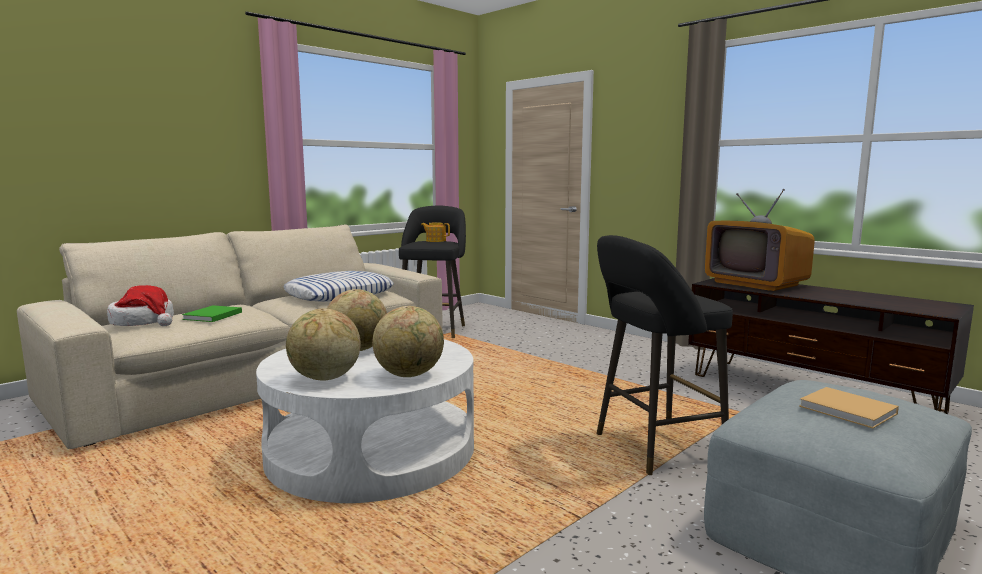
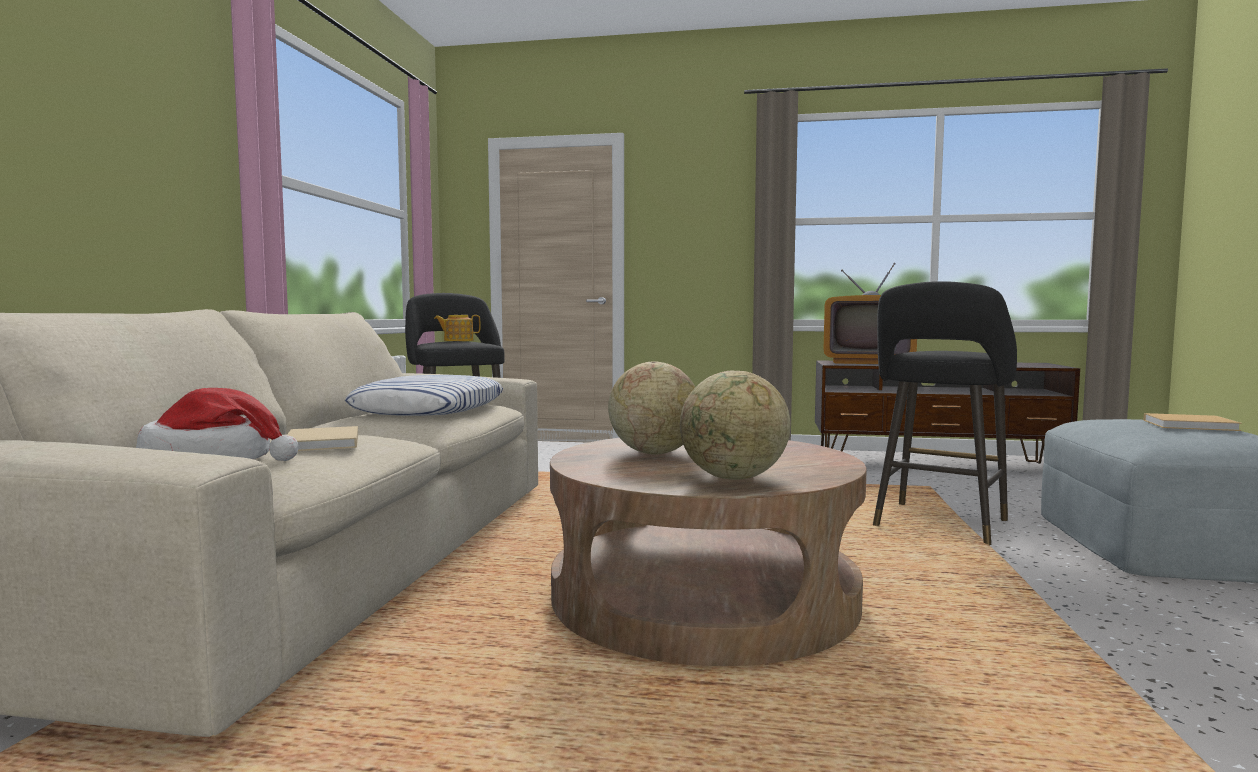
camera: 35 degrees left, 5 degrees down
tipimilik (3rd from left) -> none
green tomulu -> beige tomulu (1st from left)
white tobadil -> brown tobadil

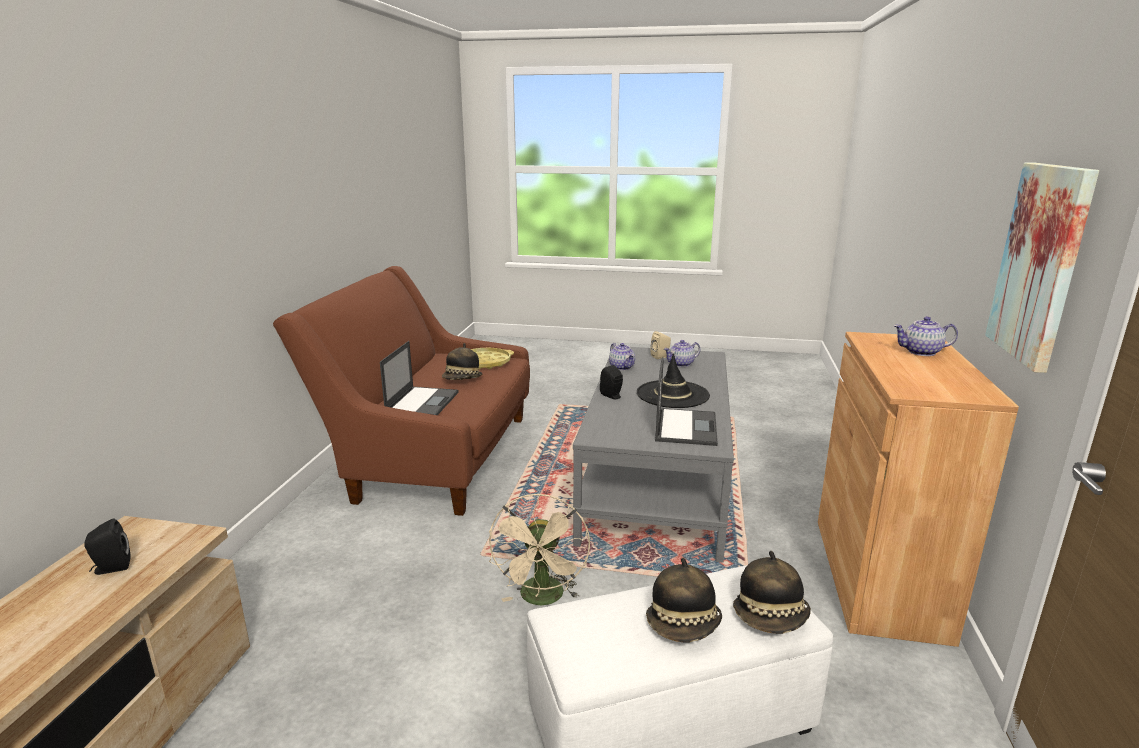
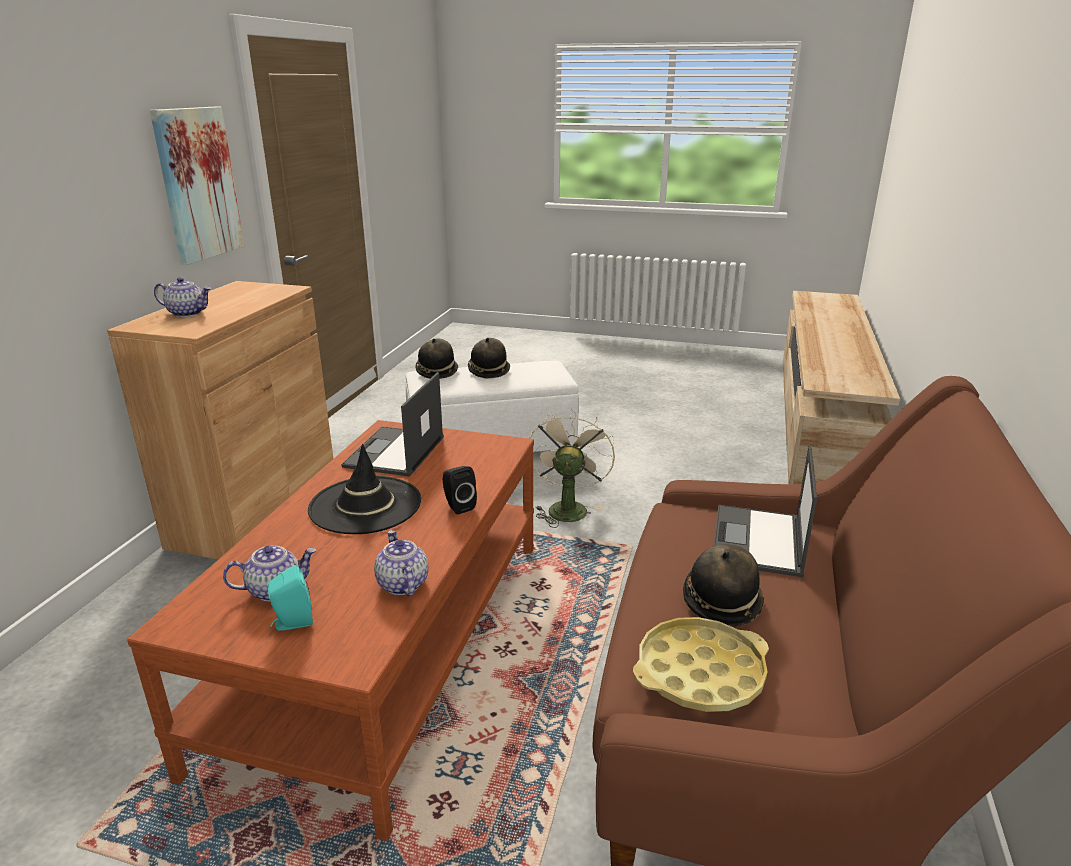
camera: 175 degrees left, 5 degrees up
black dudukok (1st from left) -> none
grey tobadil -> brown tobadil
beige dudukok -> turquoise dudukok

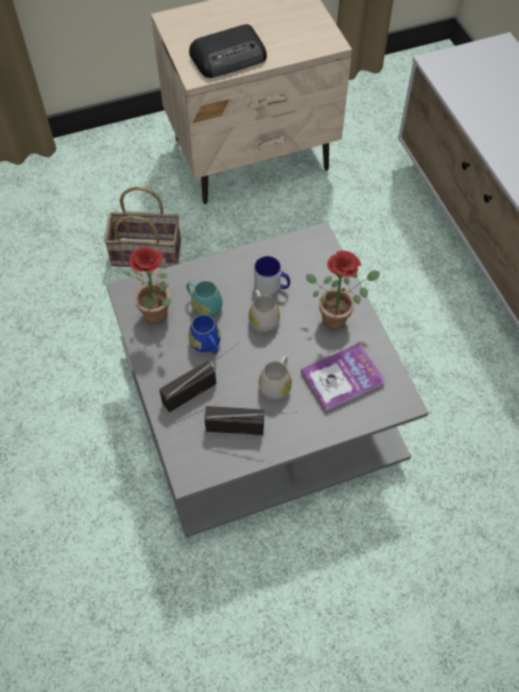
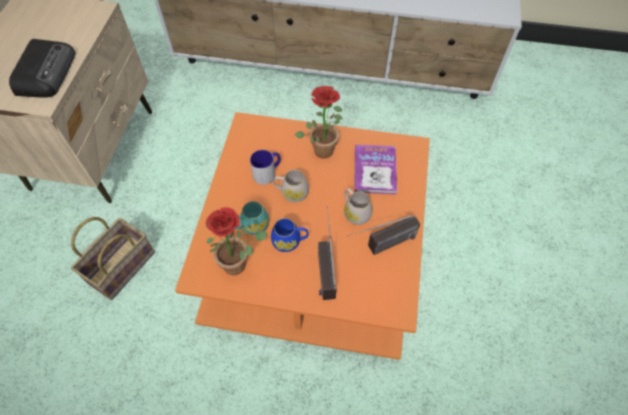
camera: 60 degrees left, 0 degrees up
grey tobadil -> orange tobadil
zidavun (3rd from left), 150 degrees counterclockwise

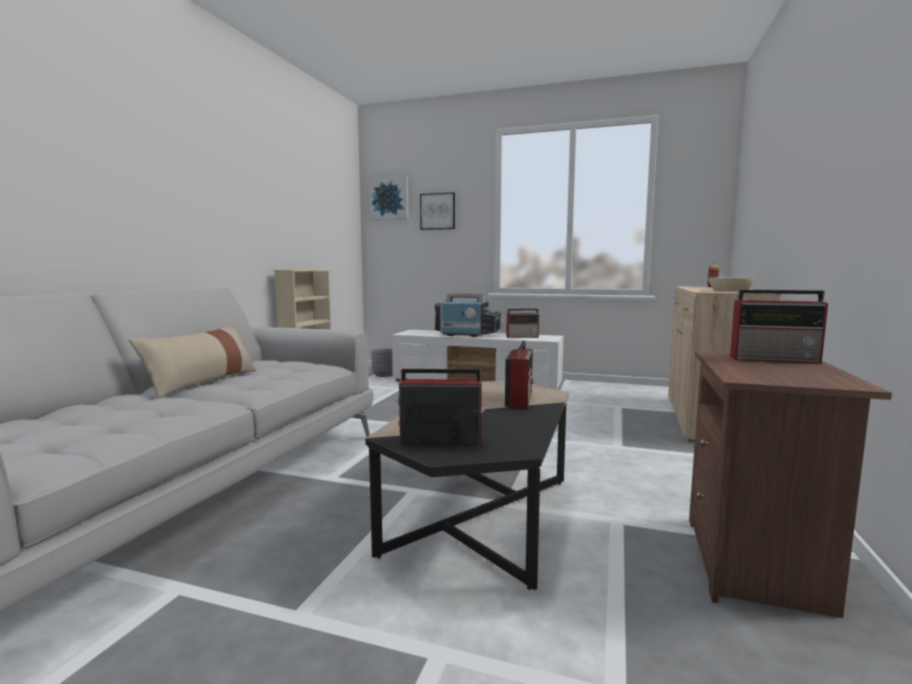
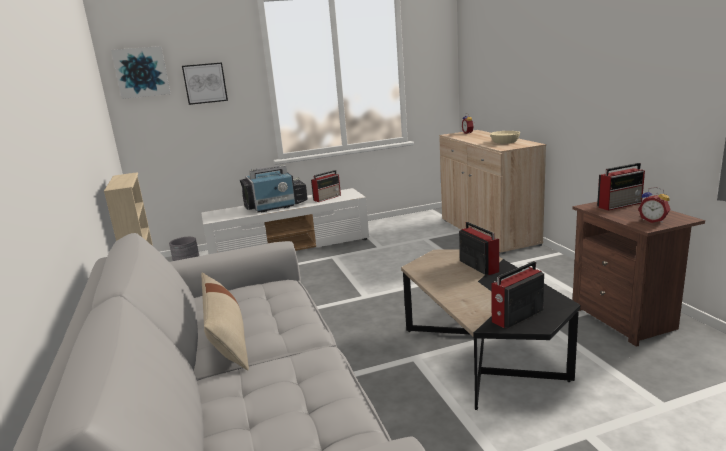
camera: 35 degrees left, 10 degrees up
none -> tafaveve (2nd from left)

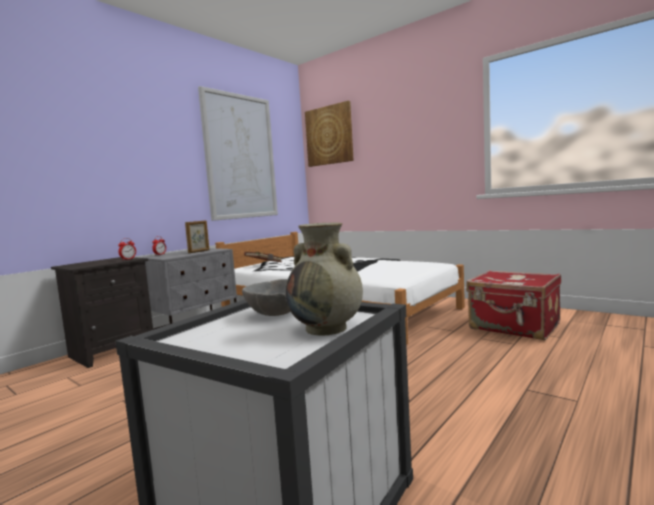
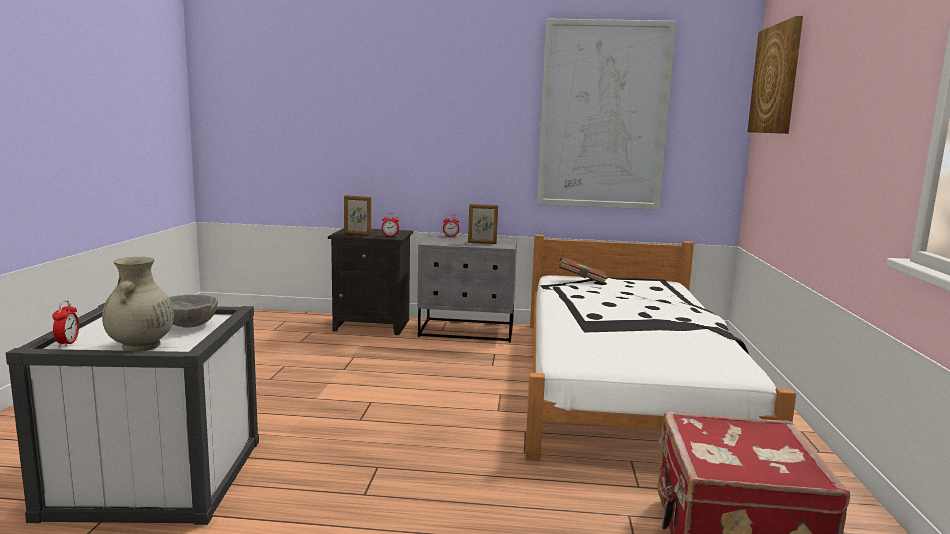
camera: 55 degrees right, 5 degrees up
none -> tafaveve (1st from left)
none -> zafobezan (1st from left)

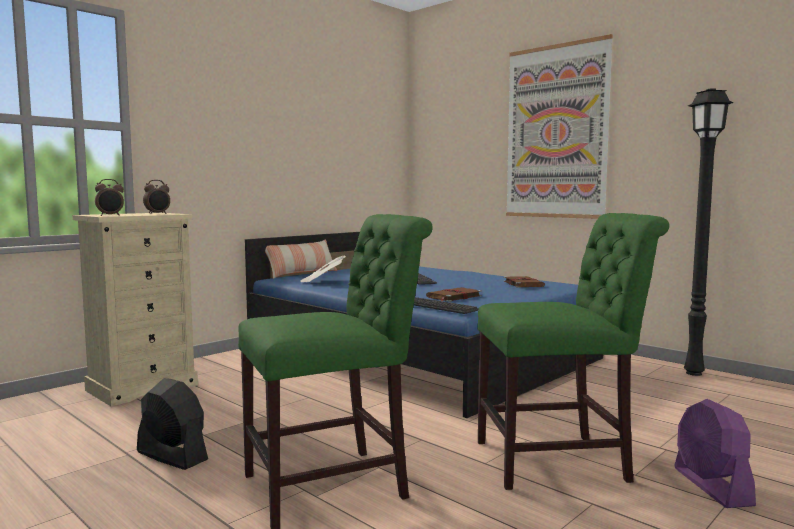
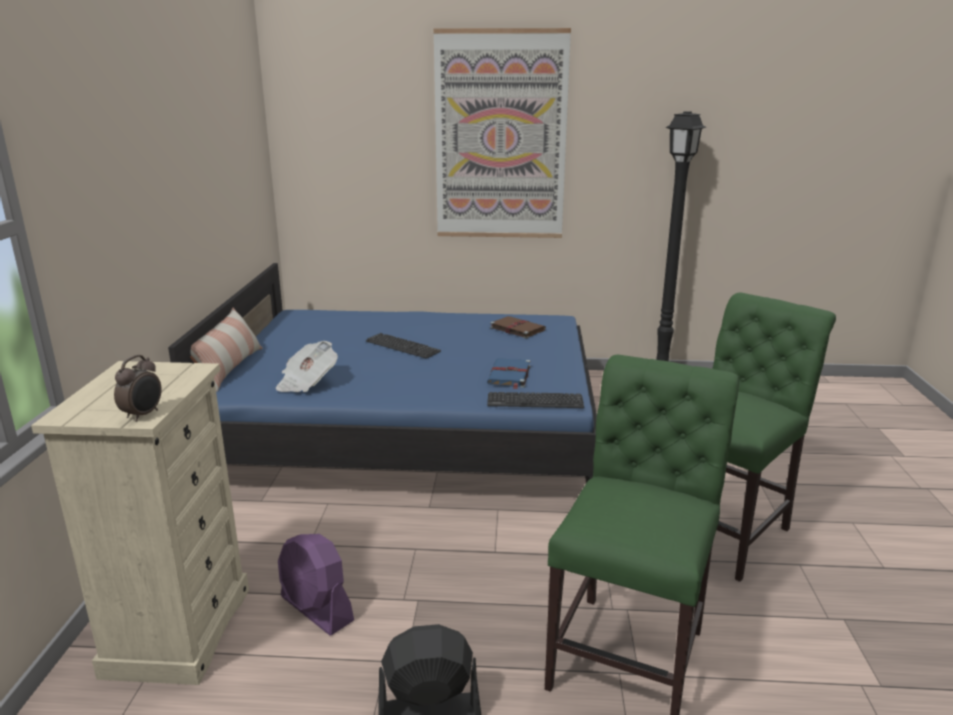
camera: 40 degrees left, 15 degrees up
tafaveve (2nd from left) -> none
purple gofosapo, move
brown tomulu (1st from left) -> blue tomulu

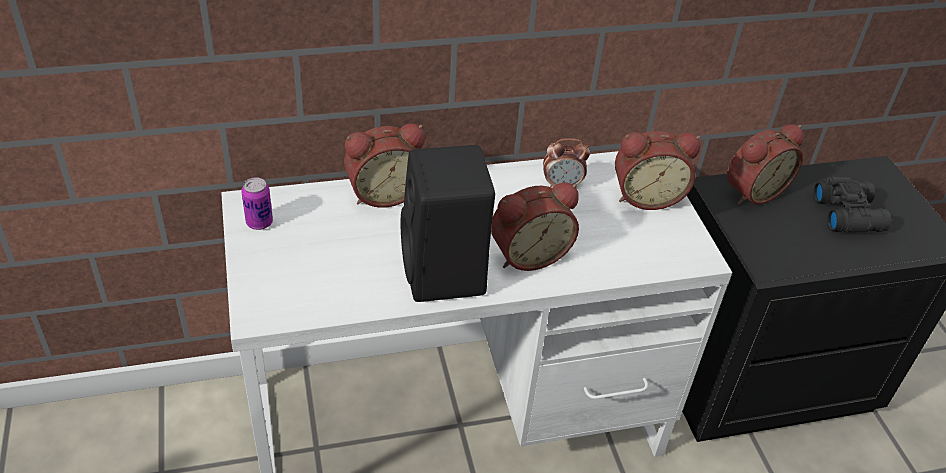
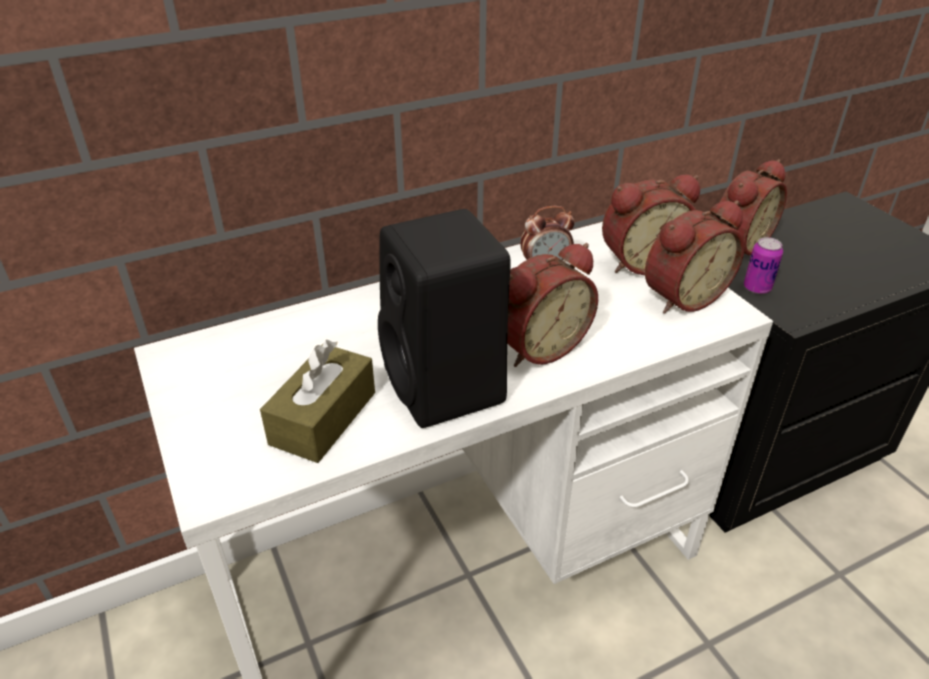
camera: 10 degrees left, 5 degrees down
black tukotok -> none
none -> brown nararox
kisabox, move
tafaveve (1st from left in the first image) -> tafaveve (4th from left), move

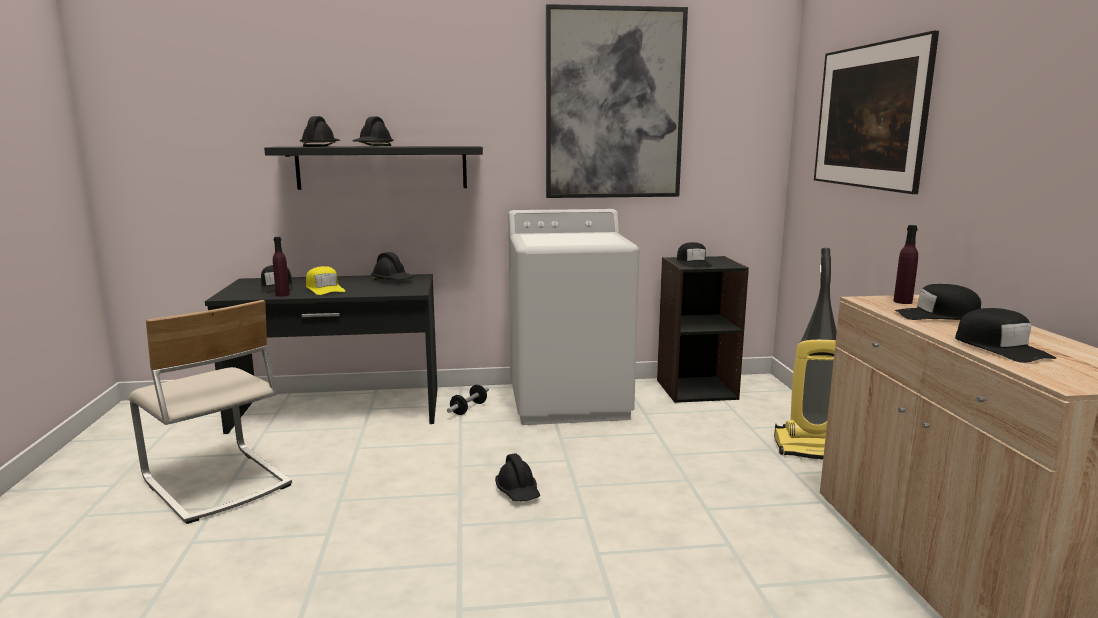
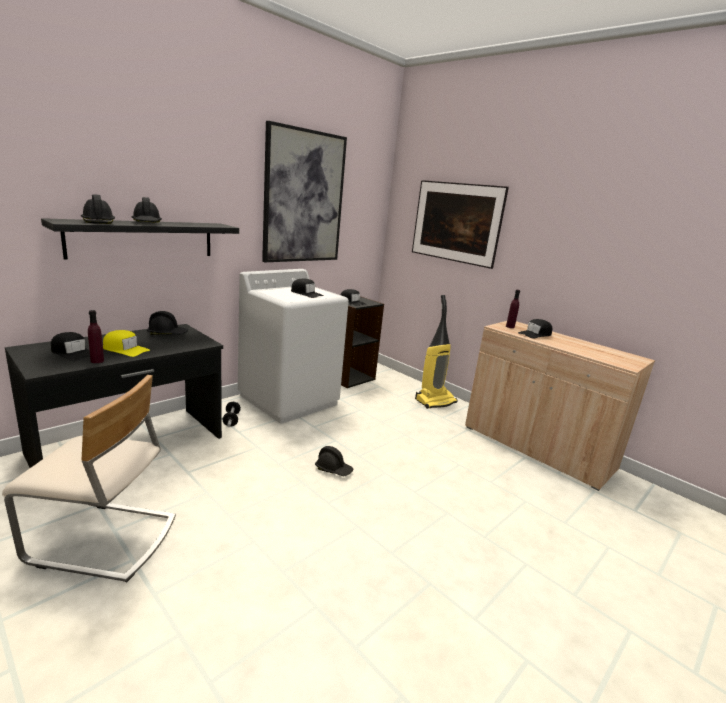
camera: 40 degrees left, 5 degrees up
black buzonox (4th from left in the first image) -> black buzonox (2nd from left), move

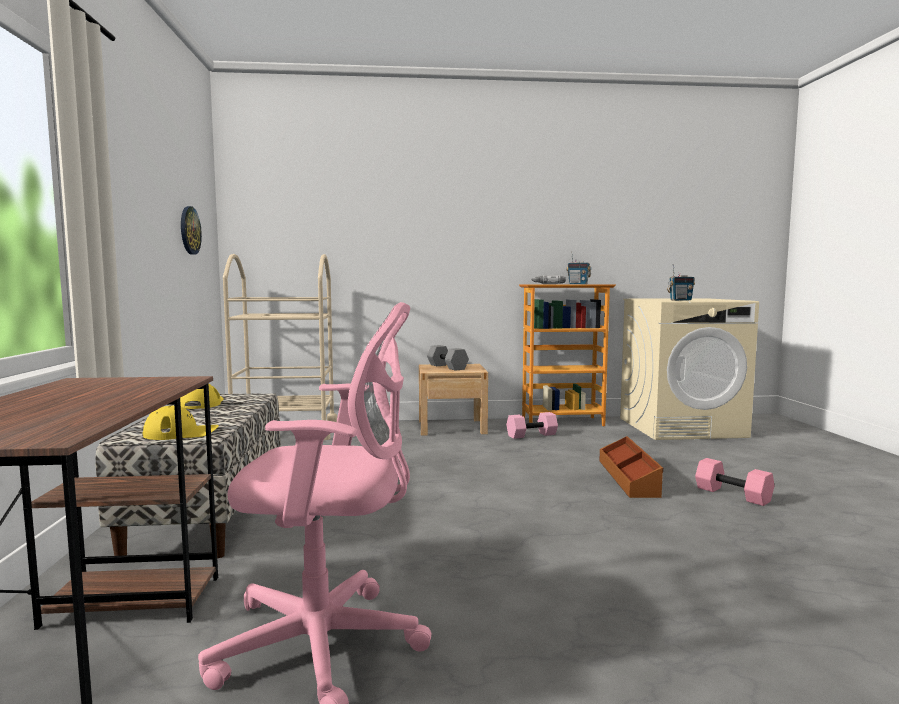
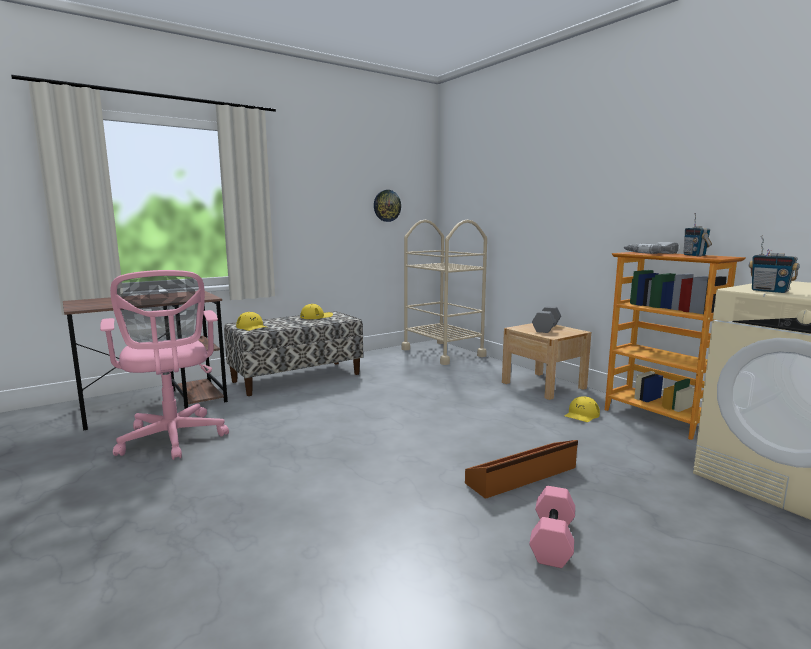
camera: 60 degrees right, 5 degrees up
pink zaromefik (1st from left) -> yellow buzonox (3rd from left)

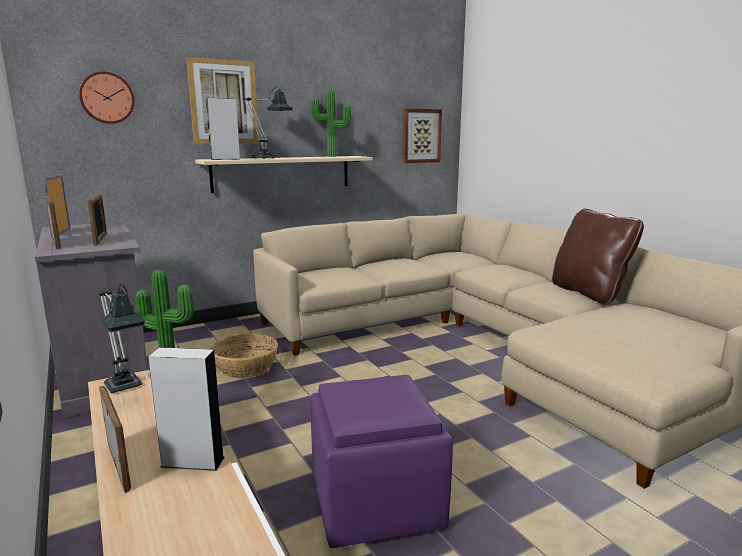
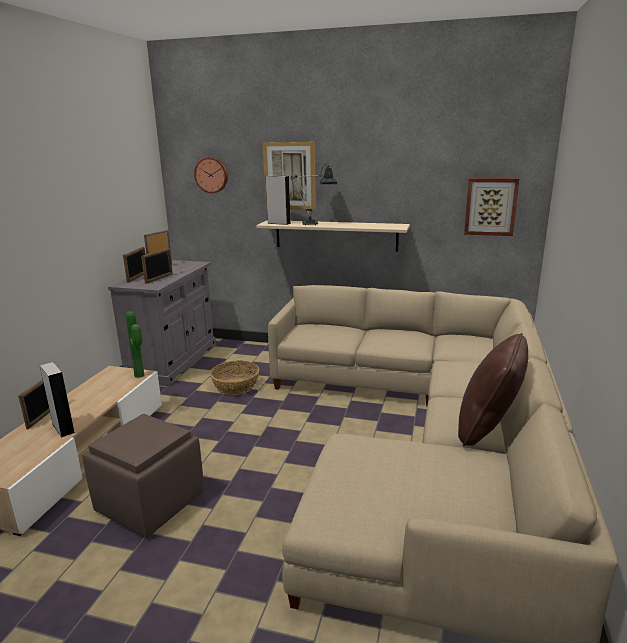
camera: 45 degrees right, 5 degrees up
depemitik (1st from left) -> none
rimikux (2nd from left) -> none
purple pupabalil -> brown pupabalil

